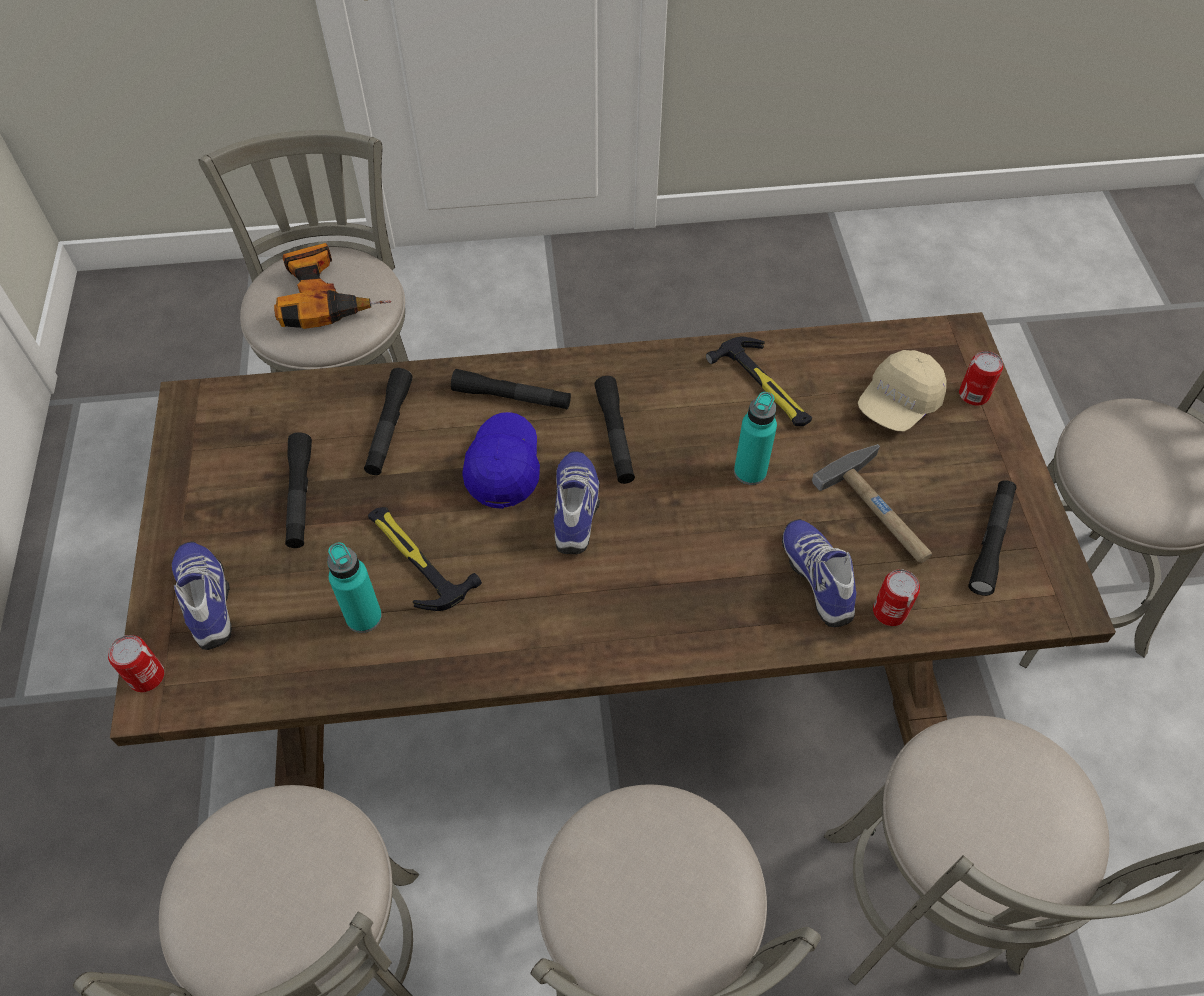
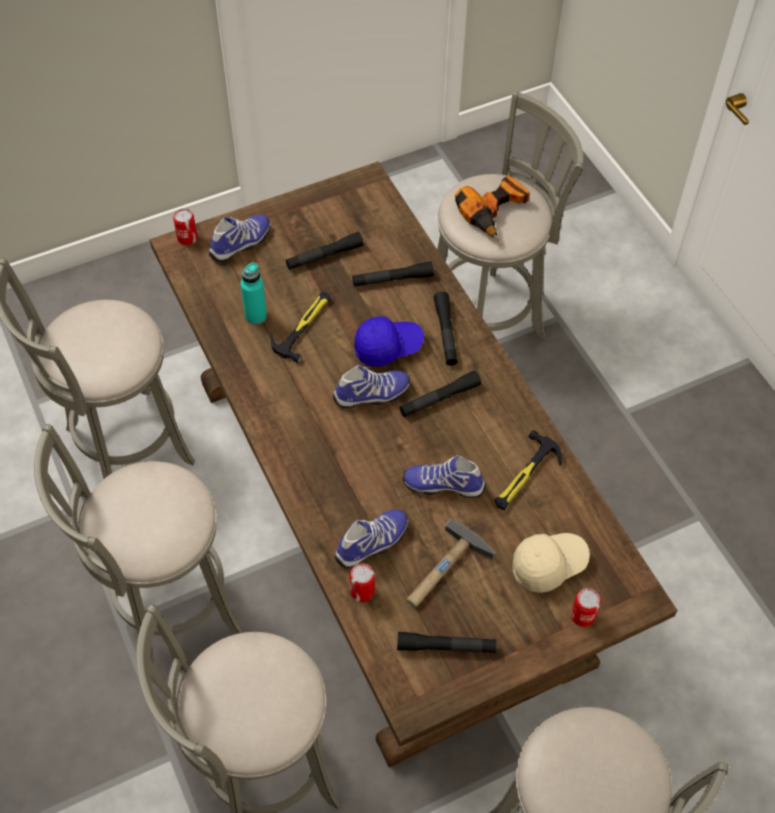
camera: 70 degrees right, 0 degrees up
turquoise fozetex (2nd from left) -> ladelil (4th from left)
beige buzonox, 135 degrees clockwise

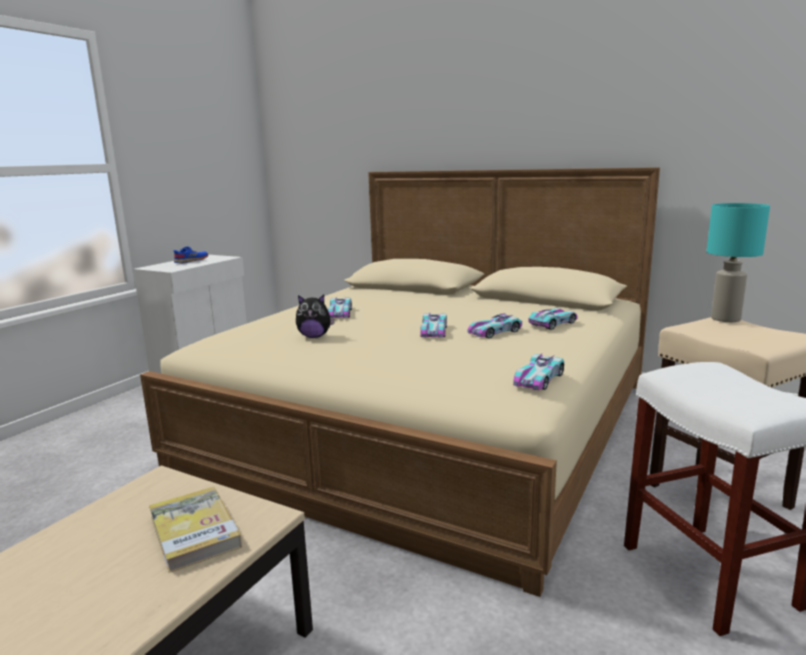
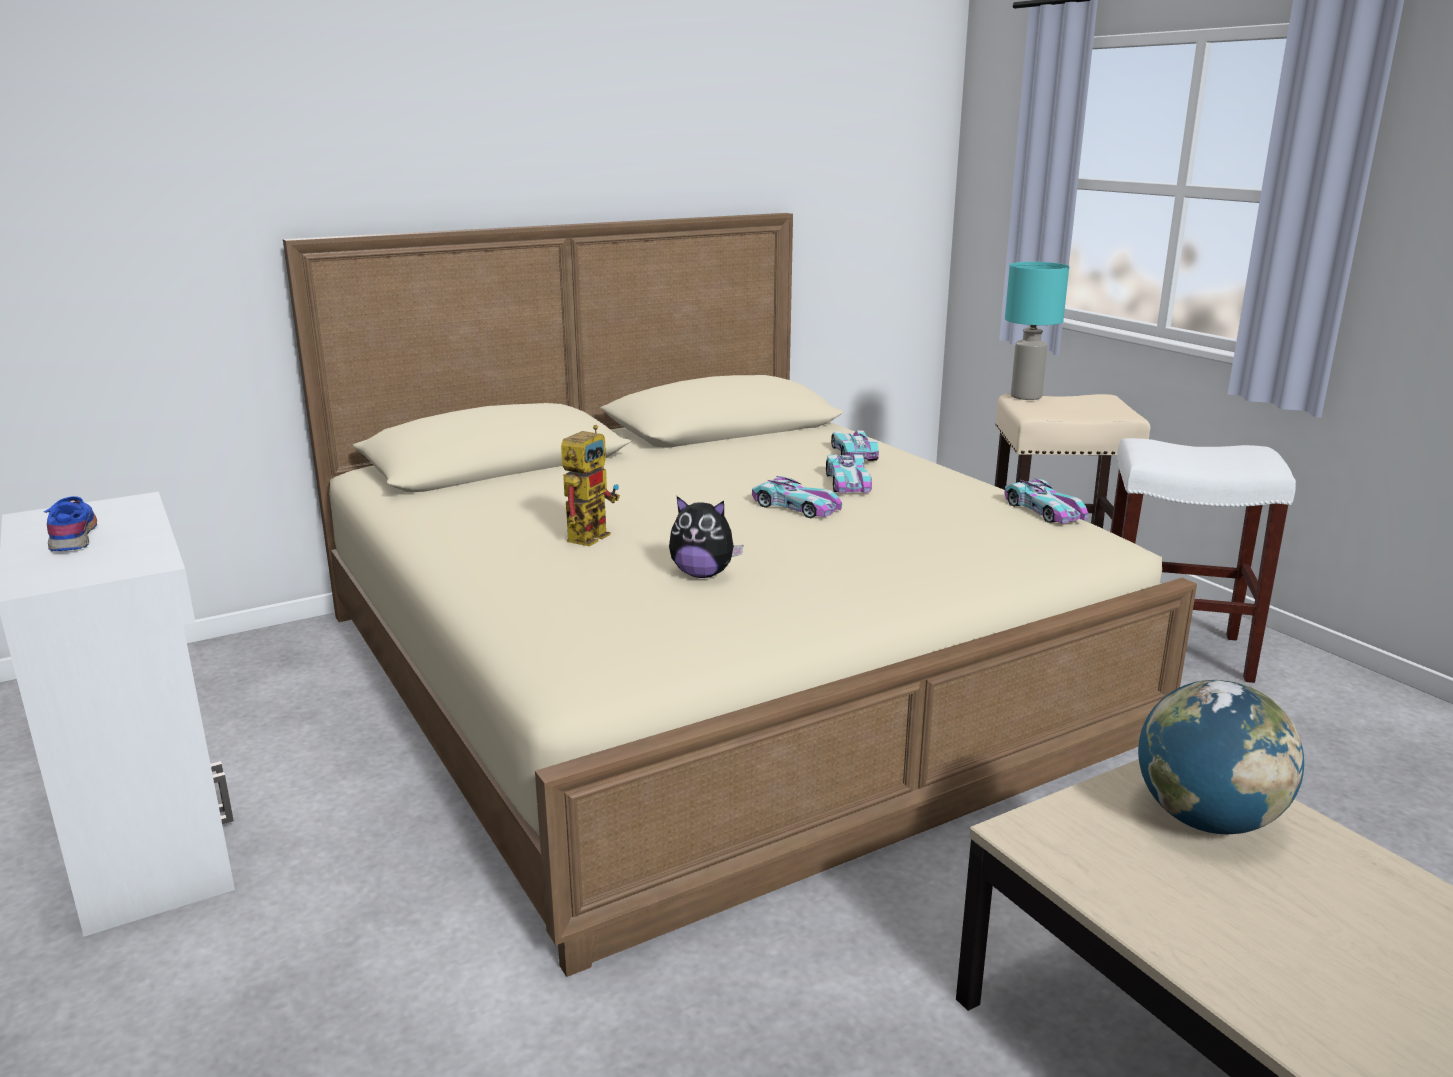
camera: 60 degrees left, 5 degrees up
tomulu -> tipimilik
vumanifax (1st from left) -> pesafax
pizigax, 75 degrees clockwise

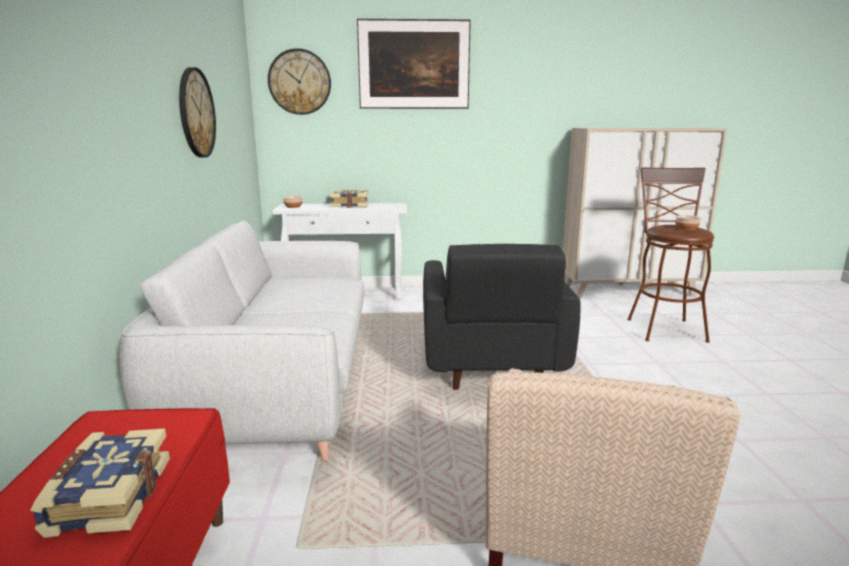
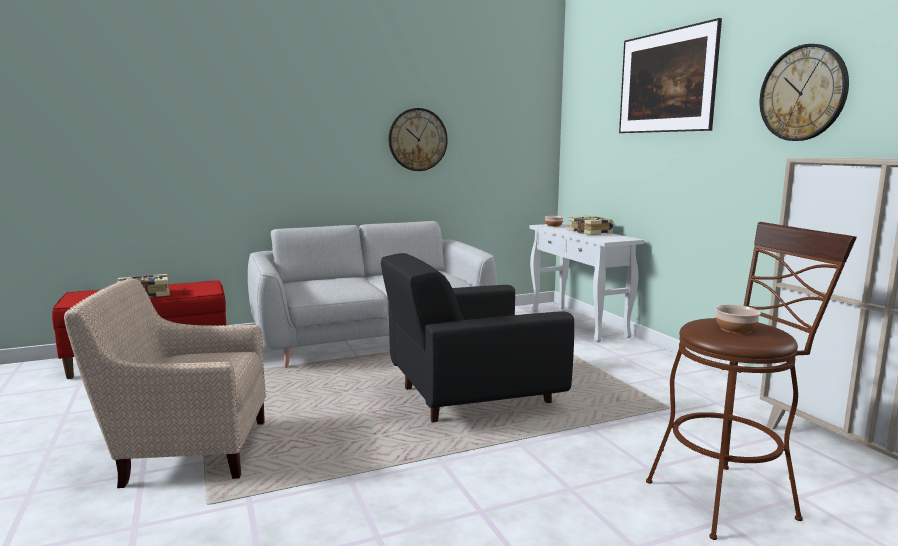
camera: 70 degrees right, 5 degrees down
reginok (2nd from left), move

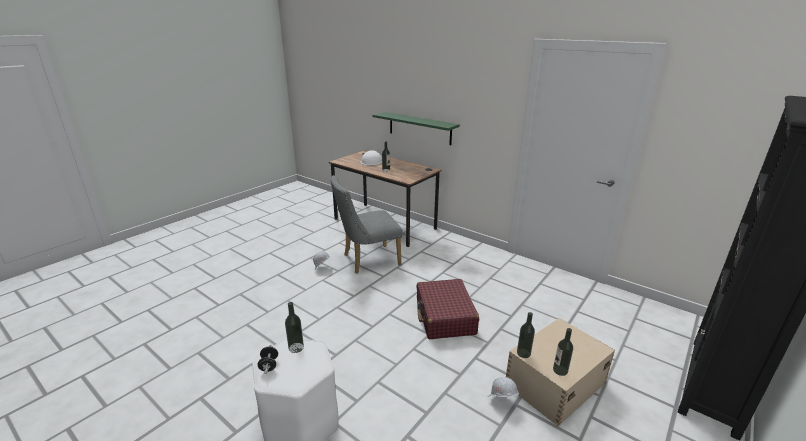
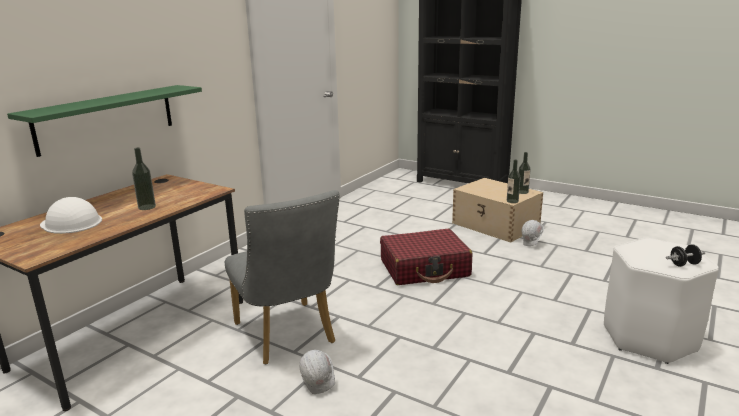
camera: 95 degrees left, 5 degrees down
fozetex (1st from left) -> none

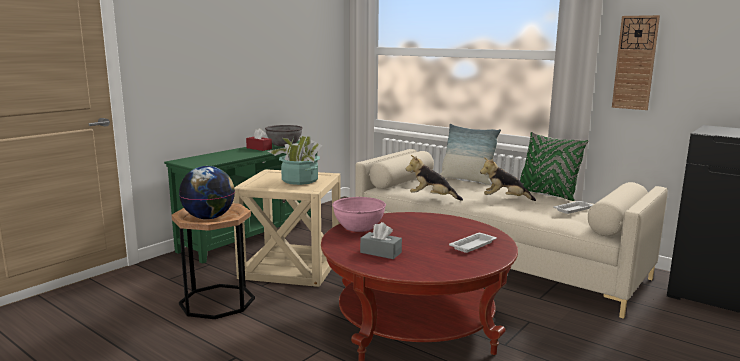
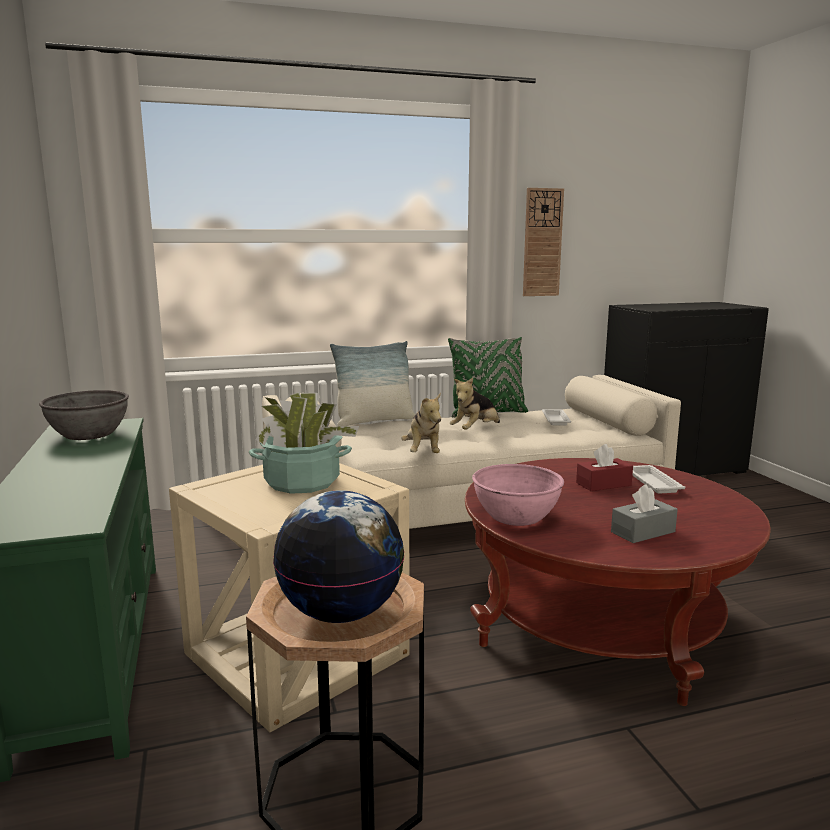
camera: 55 degrees left, 0 degrees up
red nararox, move
pizigax (1st from left), 60 degrees counterclockwise

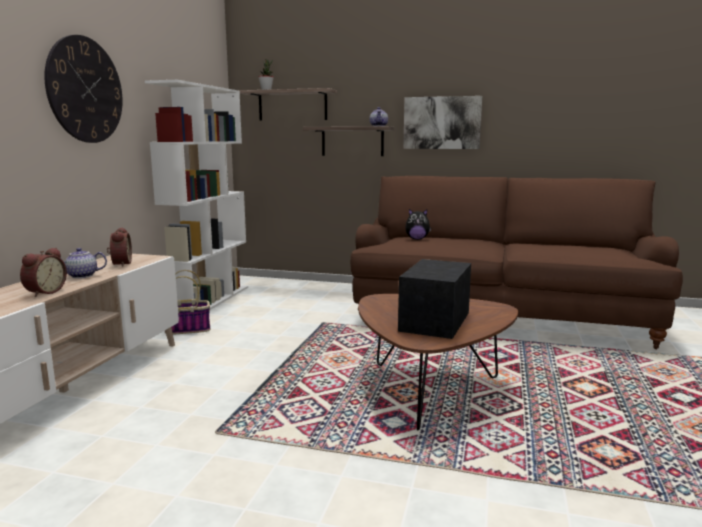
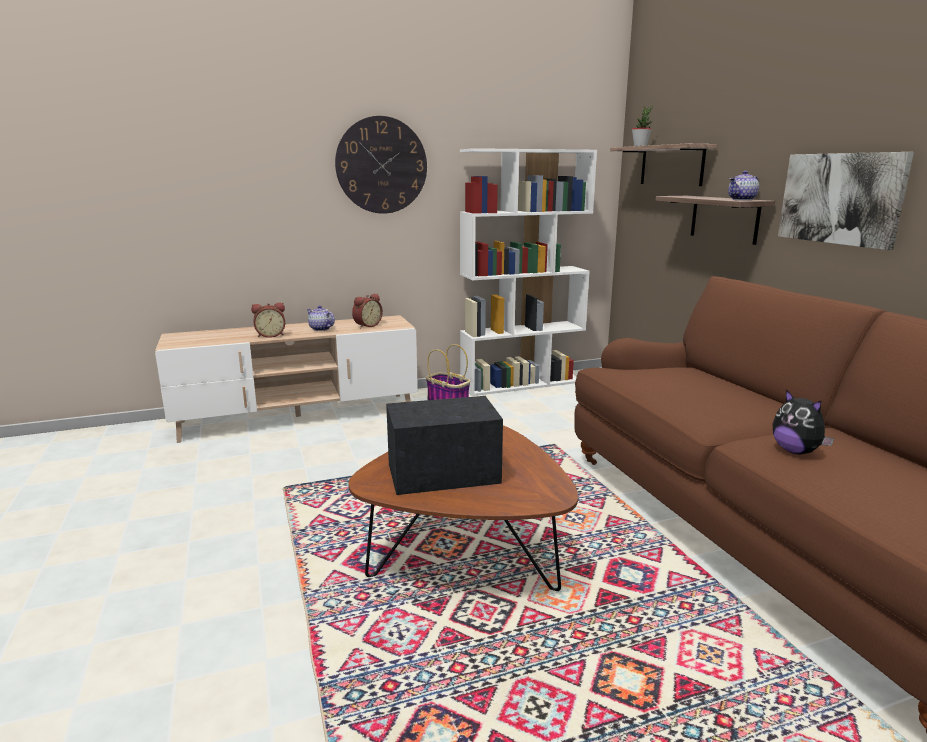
camera: 55 degrees right, 5 degrees up
pizigax, move

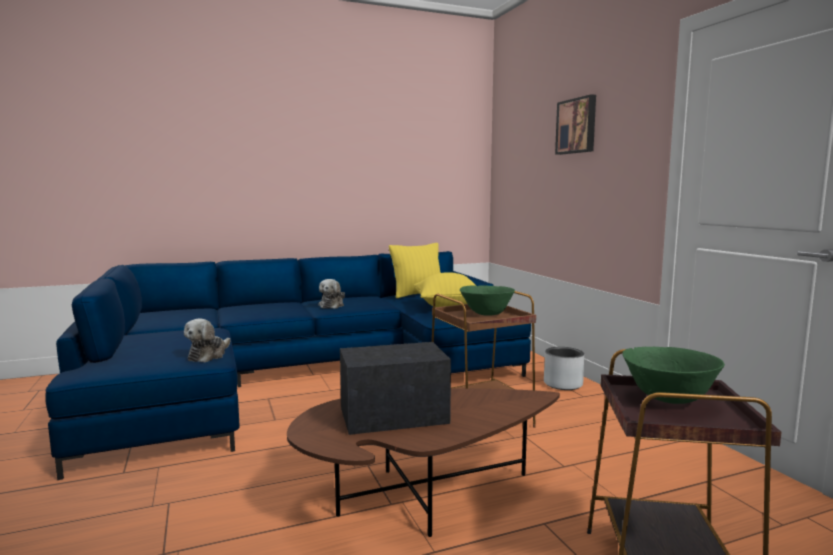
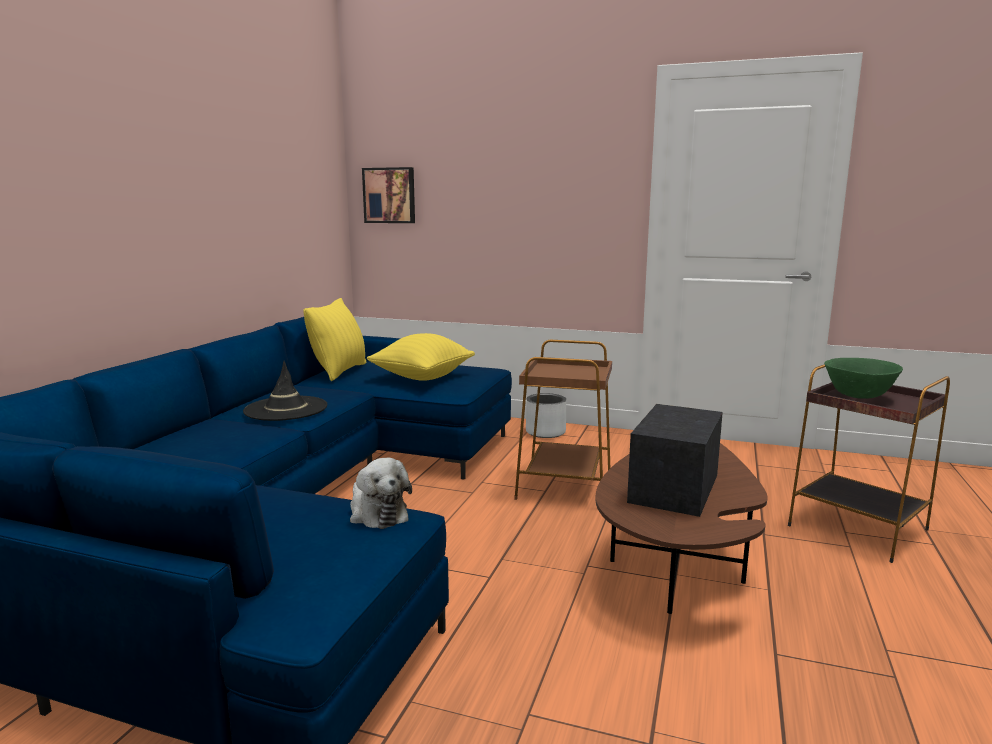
camera: 50 degrees left, 5 degrees up
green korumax (1st from left) -> none
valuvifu, move
pizigax (2nd from left) -> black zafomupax

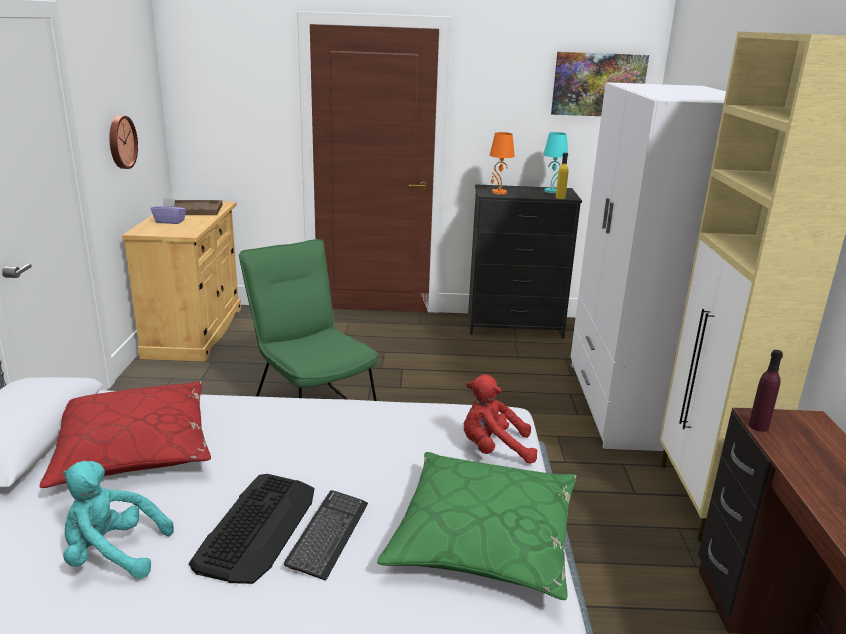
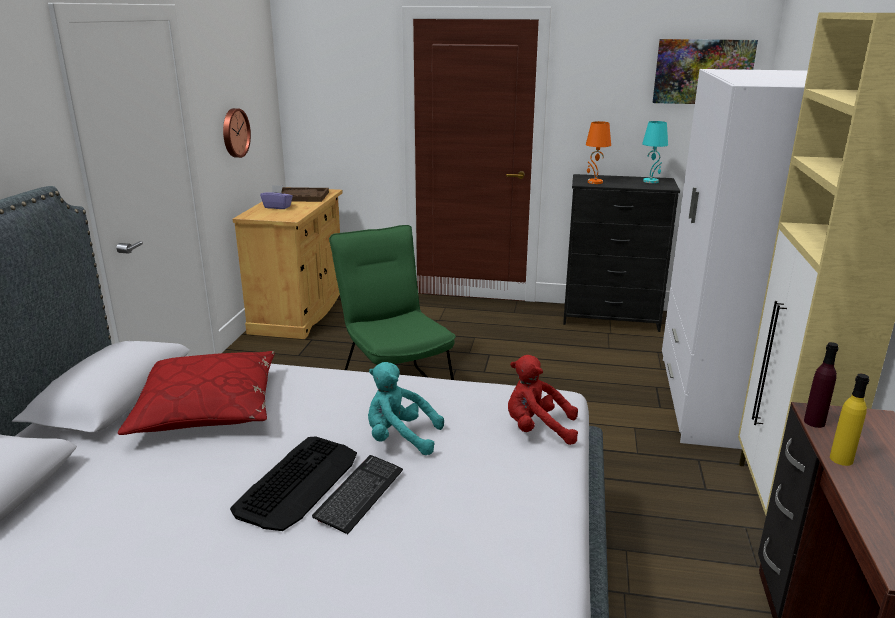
camera: 10 degrees right, 0 degrees up
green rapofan -> none
turquoise pizigax, move
yellow fozetex, move

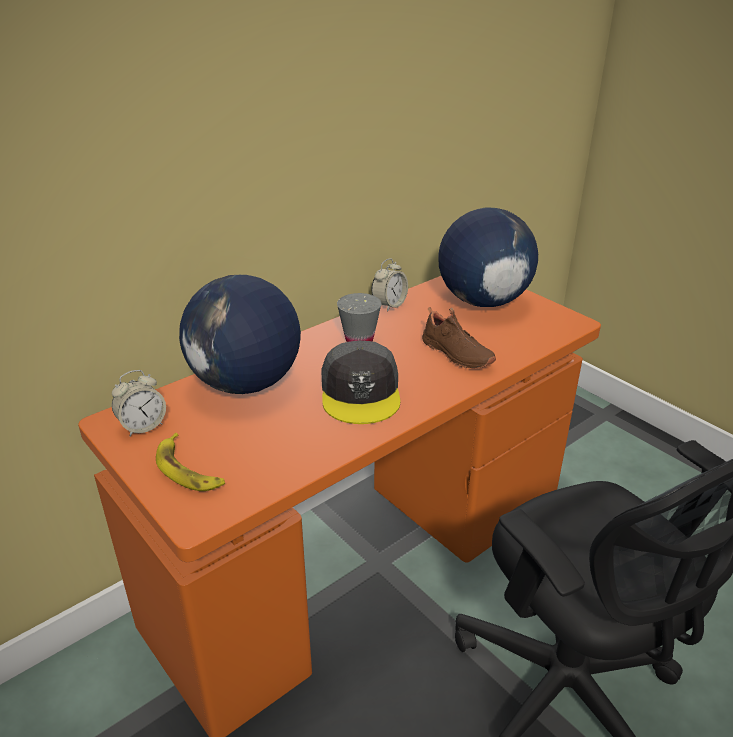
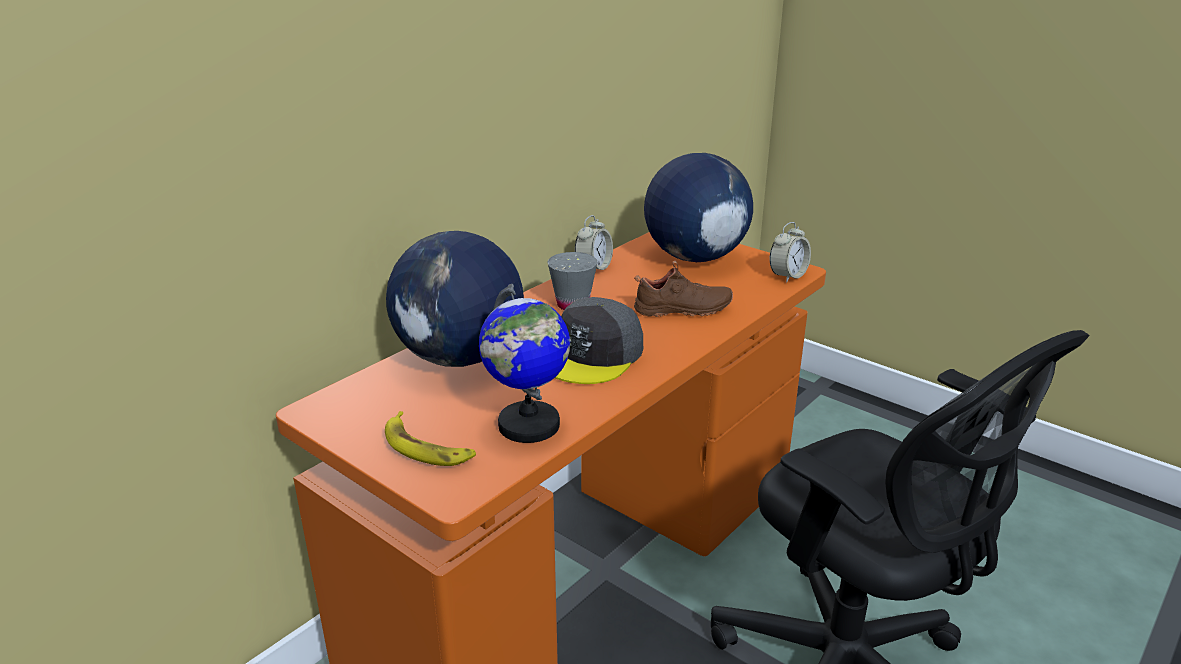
camera: 10 degrees left, 5 degrees down
none -> tipimilik (2nd from left)
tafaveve (1st from left in the first image) -> tafaveve (2nd from left), move
grey buzonox, 45 degrees clockwise
brown ladelil, 45 degrees counterclockwise

